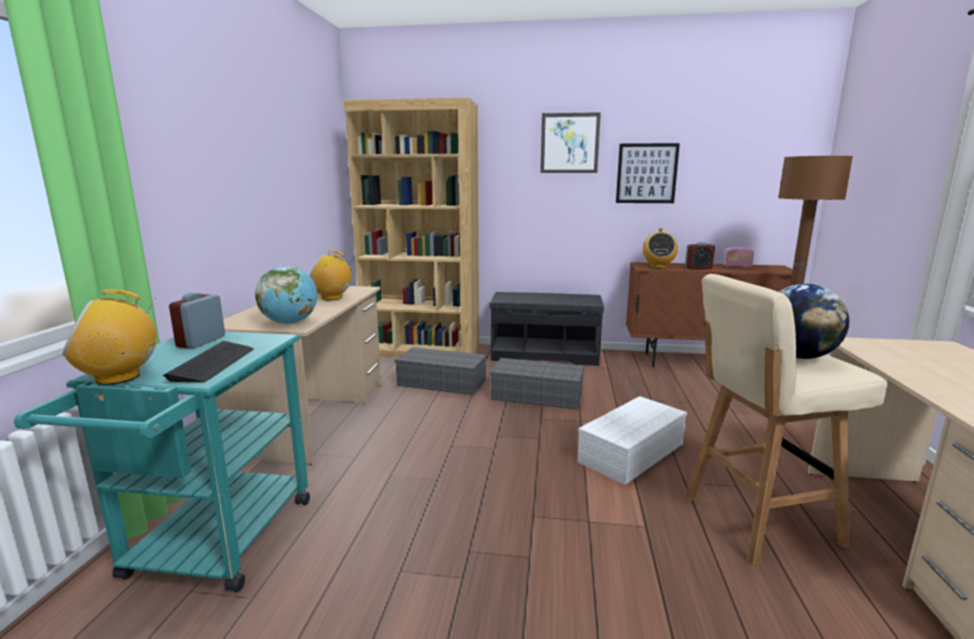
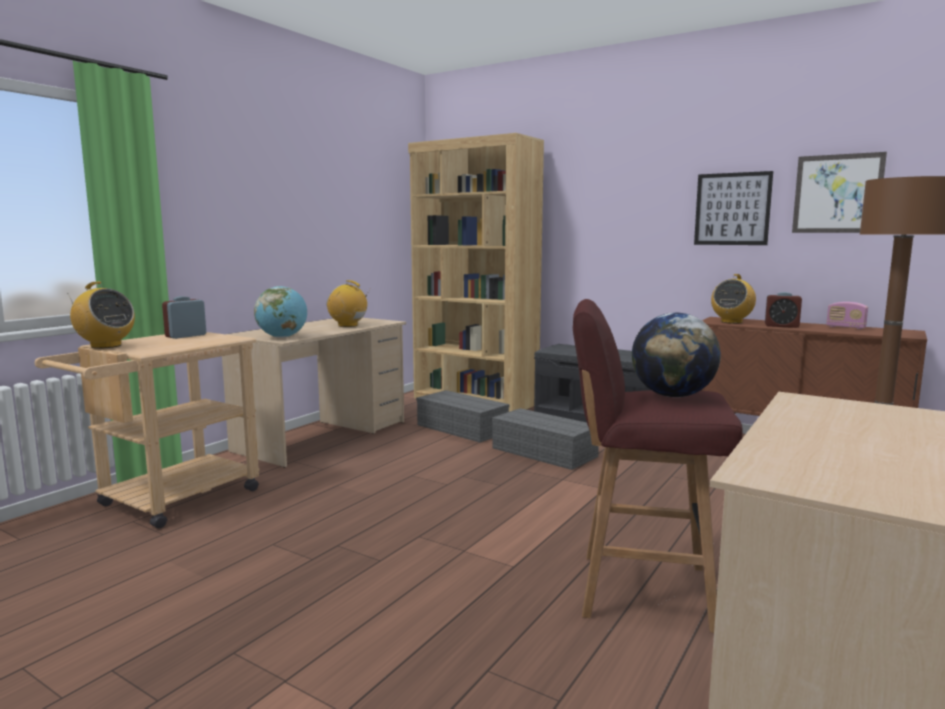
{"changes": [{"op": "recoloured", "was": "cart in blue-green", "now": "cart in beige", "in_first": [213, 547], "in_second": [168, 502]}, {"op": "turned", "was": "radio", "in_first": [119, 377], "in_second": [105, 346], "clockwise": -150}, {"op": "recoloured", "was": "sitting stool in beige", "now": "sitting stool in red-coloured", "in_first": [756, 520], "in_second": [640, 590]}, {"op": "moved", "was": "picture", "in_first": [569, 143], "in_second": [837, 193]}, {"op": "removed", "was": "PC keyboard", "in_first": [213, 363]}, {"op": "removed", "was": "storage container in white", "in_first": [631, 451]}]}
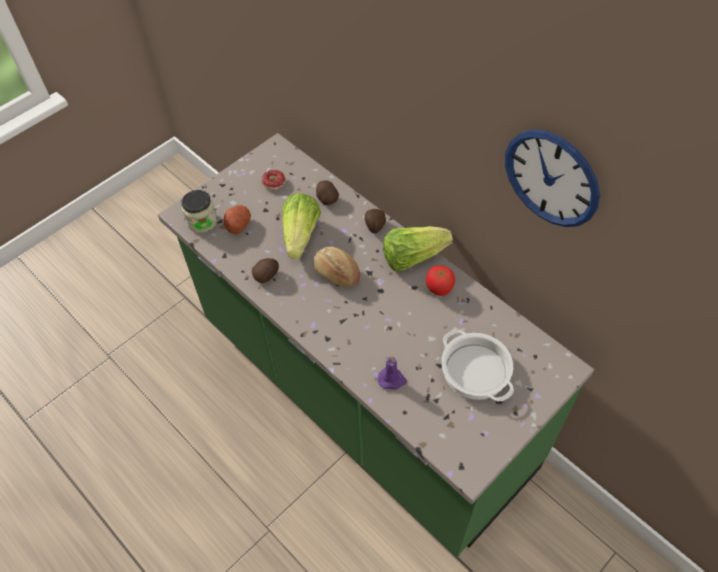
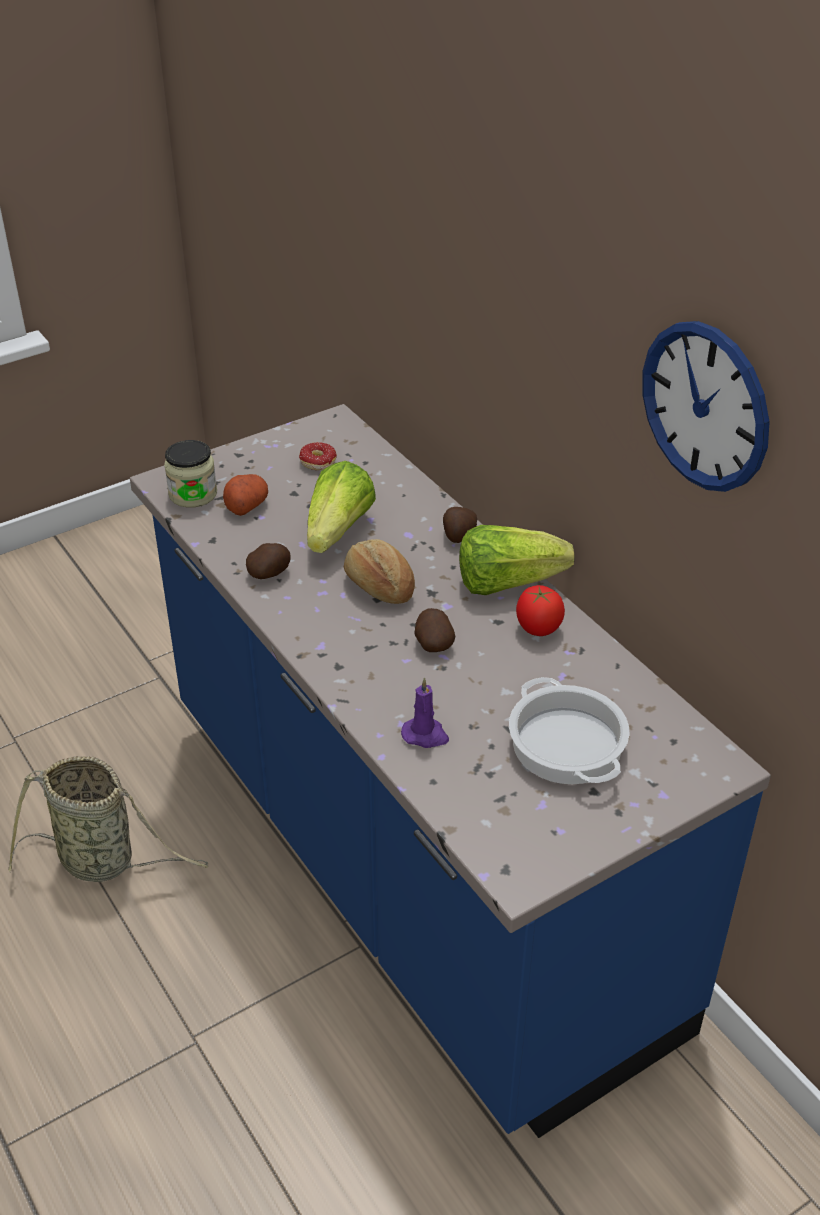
{"changes": [{"op": "added", "now": "storage basket", "in_second": [103, 861]}, {"op": "recoloured", "was": "kitchen counter in green-coloured", "now": "kitchen counter in blue-coloured", "in_first": [362, 396], "in_second": [410, 867]}, {"op": "moved", "was": "spud", "in_first": [326, 198], "in_second": [433, 643]}]}
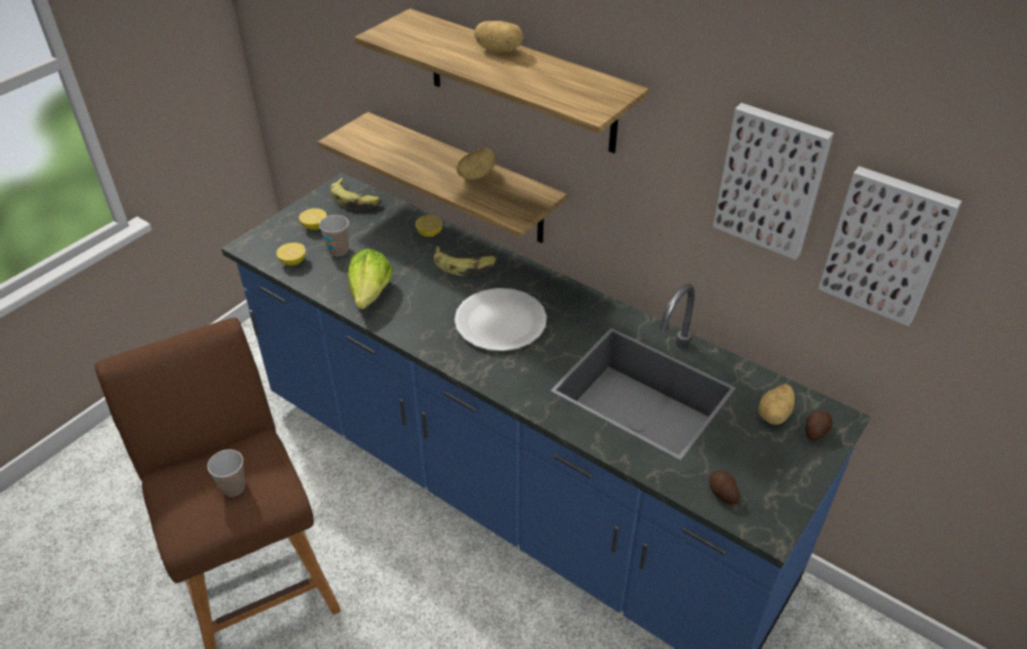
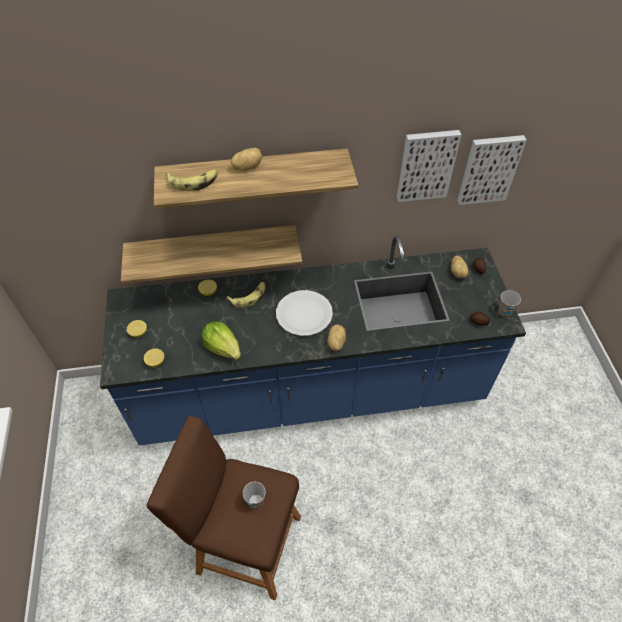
{"changes": [{"op": "moved", "was": "banana", "in_first": [355, 200], "in_second": [194, 182]}, {"op": "moved", "was": "spud", "in_first": [475, 175], "in_second": [335, 343]}, {"op": "moved", "was": "drinking cup", "in_first": [338, 250], "in_second": [504, 311]}]}
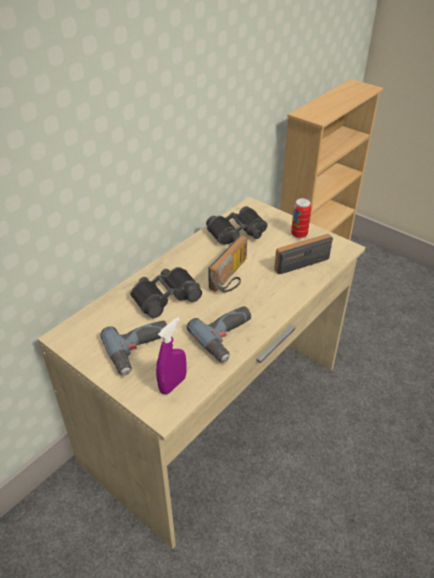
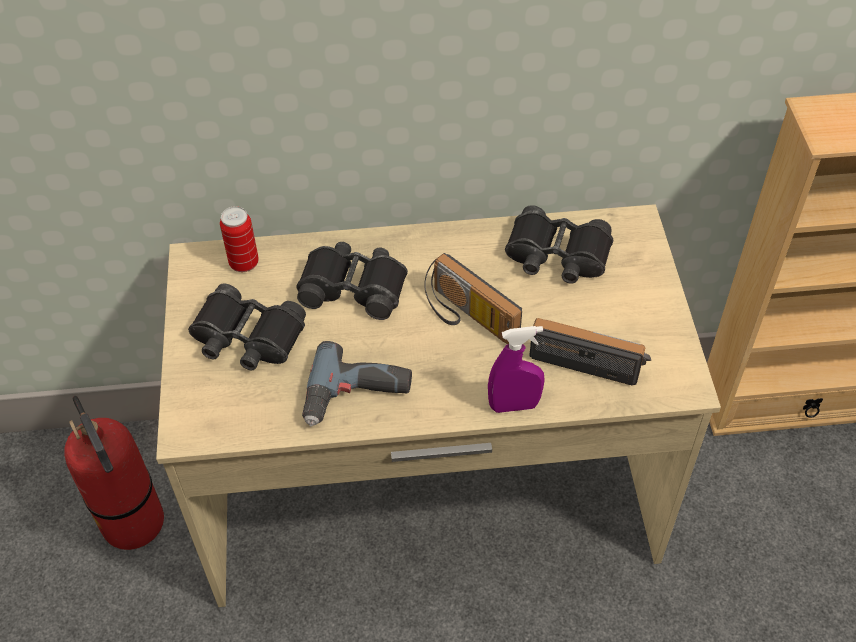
{"changes": [{"op": "added", "now": "extinguisher", "in_second": [134, 522]}, {"op": "replaced", "was": "electric drill", "now": "field glasses in black", "in_first": [140, 350], "in_second": [247, 338]}, {"op": "moved", "was": "can", "in_first": [299, 234], "in_second": [244, 263]}, {"op": "turned", "was": "radio", "in_first": [232, 277], "in_second": [466, 318], "clockwise": 60}, {"op": "moved", "was": "spray bottle in purple", "in_first": [173, 384], "in_second": [514, 405]}]}
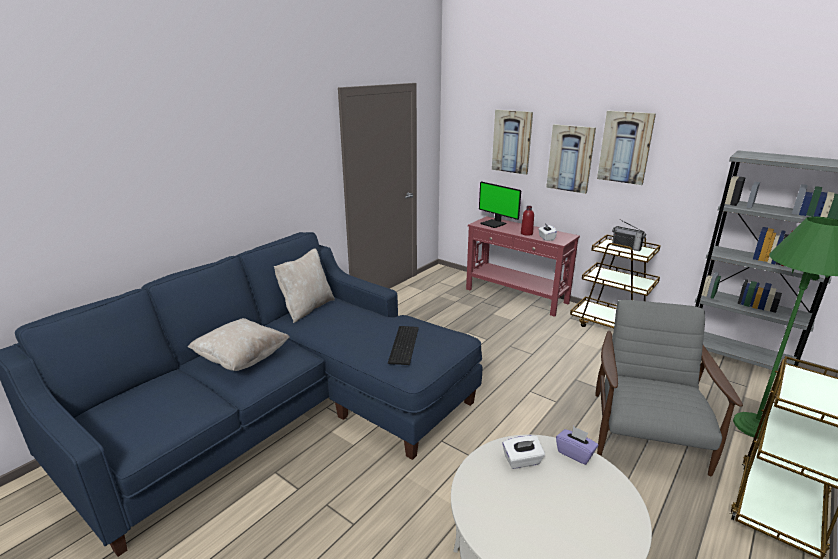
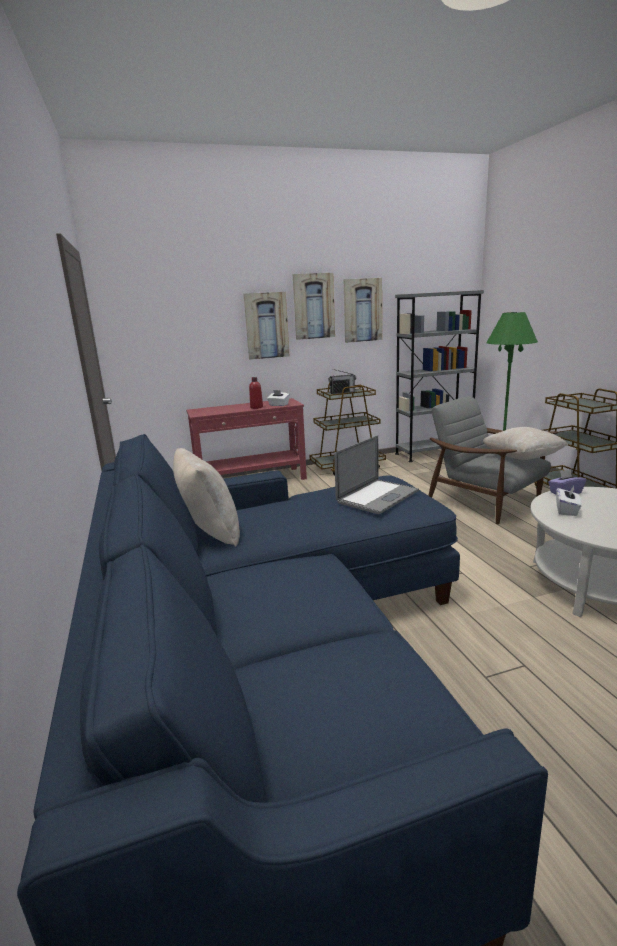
{"changes": [{"op": "replaced", "was": "PC keyboard", "now": "portable computer", "in_first": [405, 344], "in_second": [377, 496]}, {"op": "moved", "was": "picture", "in_first": [512, 141], "in_second": [362, 310]}, {"op": "moved", "was": "pillow in beige", "in_first": [242, 359], "in_second": [522, 458]}, {"op": "removed", "was": "computer display", "in_first": [494, 224]}]}
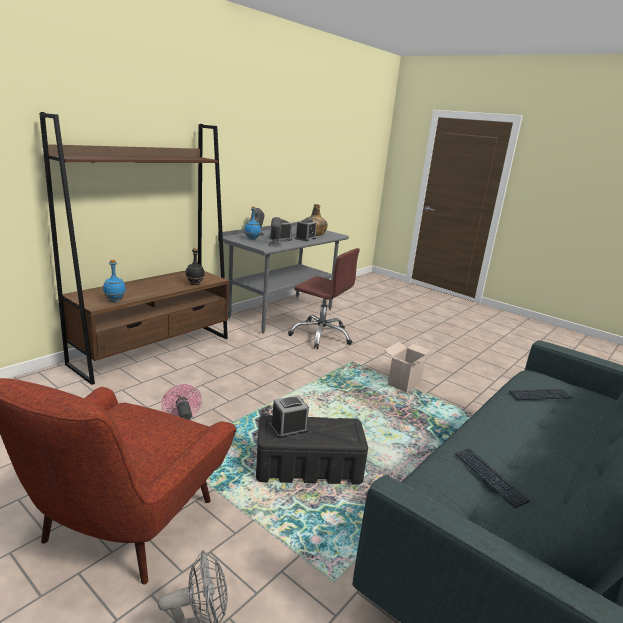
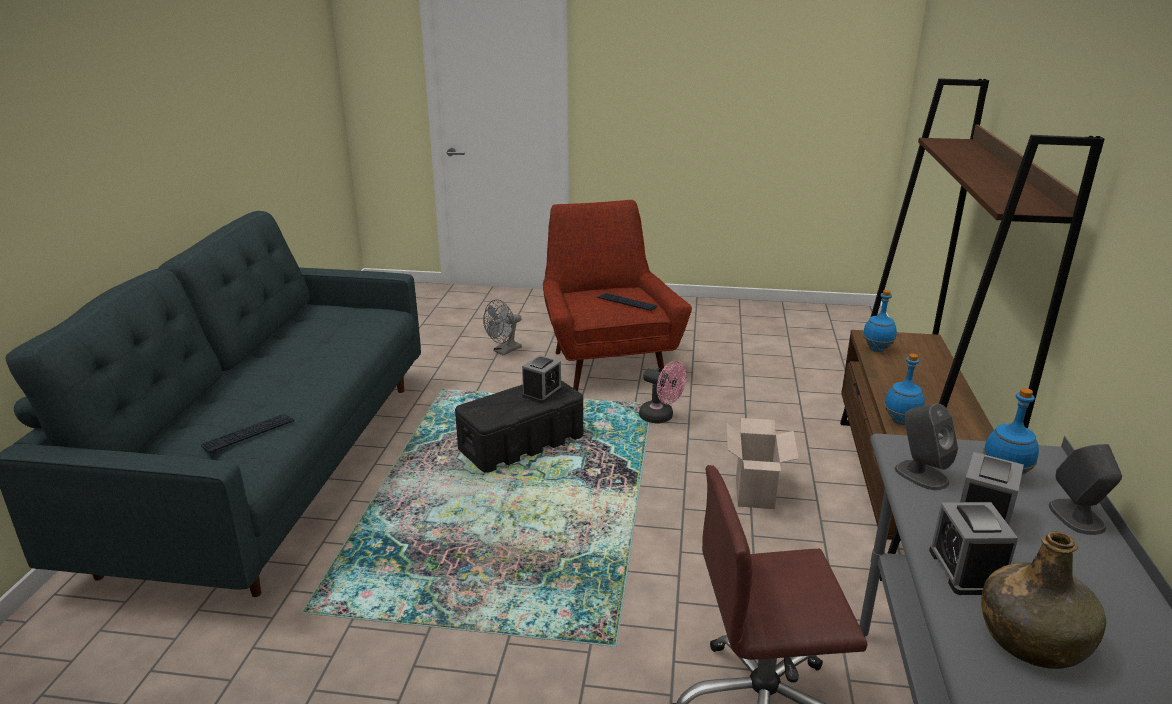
{"changes": [{"op": "moved", "was": "PC keyboard", "in_first": [489, 477], "in_second": [627, 303]}, {"op": "moved", "was": "cardboard box", "in_first": [403, 383], "in_second": [756, 494]}, {"op": "recoloured", "was": "bottle in black", "now": "bottle in blue-coloured", "in_first": [195, 284], "in_second": [900, 421]}]}
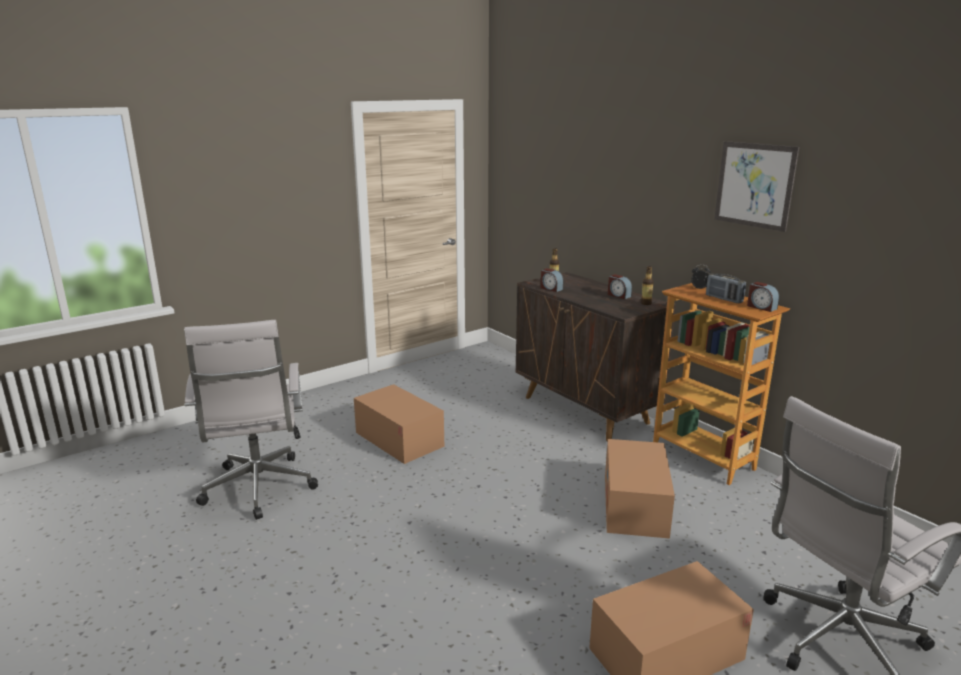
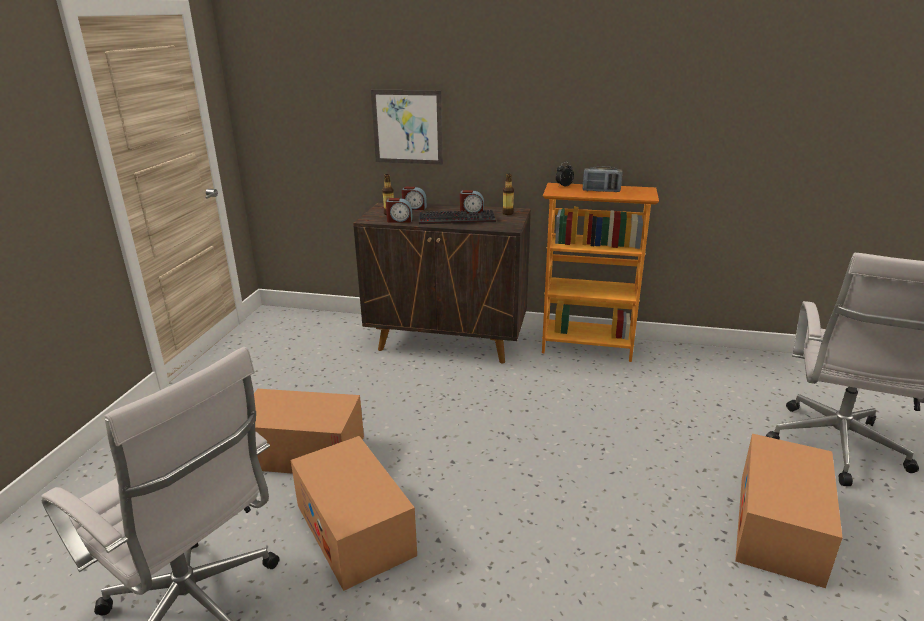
{"changes": [{"op": "moved", "was": "cardboard box", "in_first": [635, 505], "in_second": [354, 529]}, {"op": "moved", "was": "picture", "in_first": [754, 185], "in_second": [407, 127]}, {"op": "moved", "was": "alarm clock", "in_first": [761, 307], "in_second": [414, 208]}, {"op": "added", "now": "PC keyboard", "in_second": [458, 219]}]}
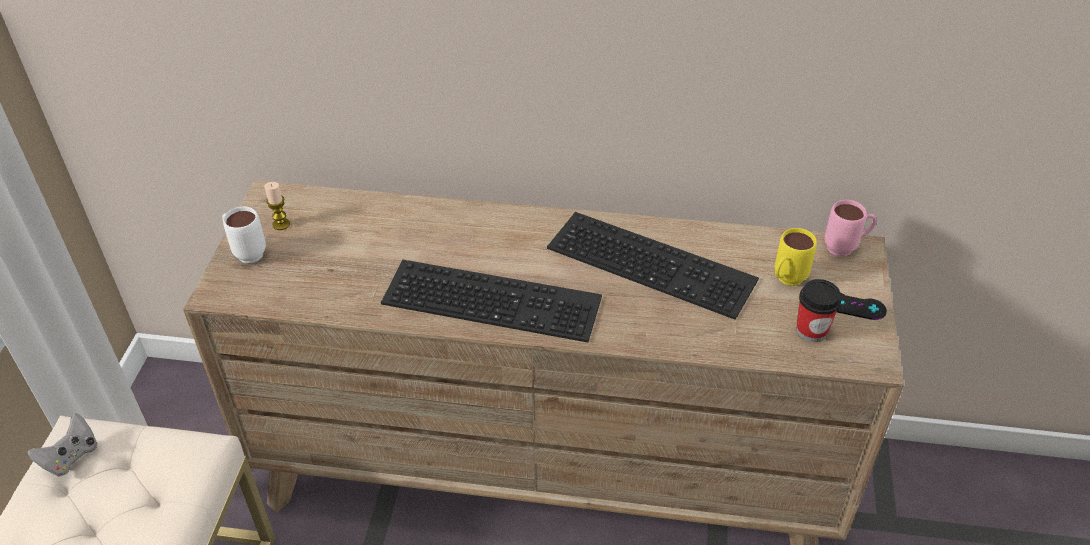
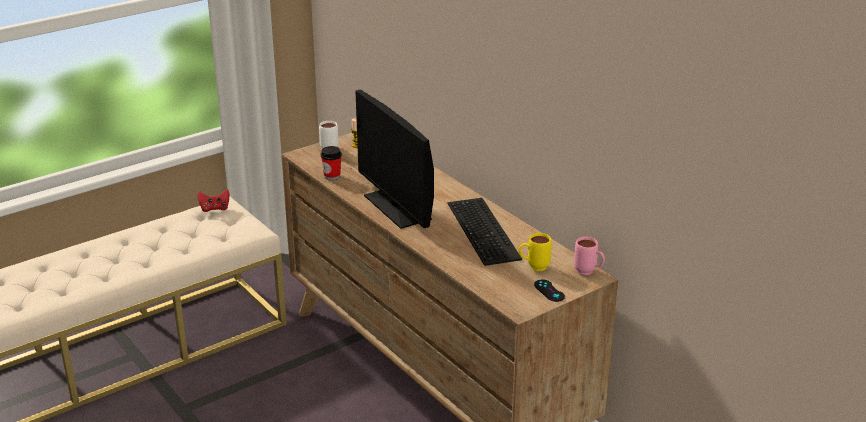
{"changes": [{"op": "recoloured", "was": "joypad in greyish", "now": "joypad in red-coloured", "in_first": [71, 457], "in_second": [214, 208]}, {"op": "moved", "was": "drinking cup", "in_first": [811, 330], "in_second": [332, 176]}, {"op": "replaced", "was": "PC keyboard", "now": "computer display", "in_first": [495, 298], "in_second": [397, 207]}]}
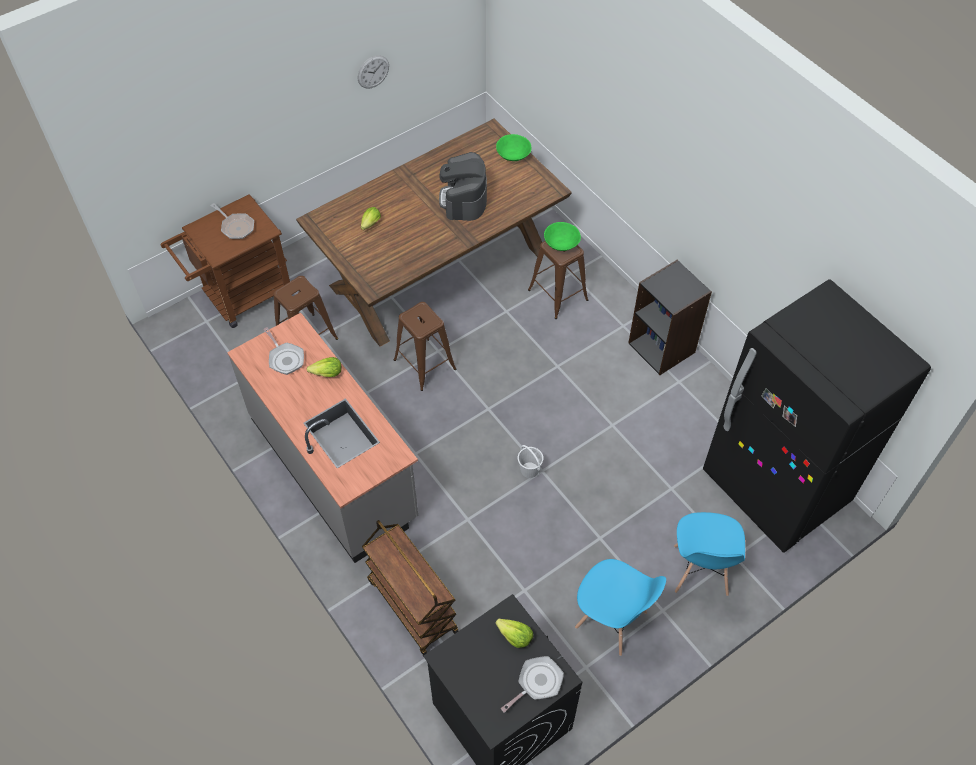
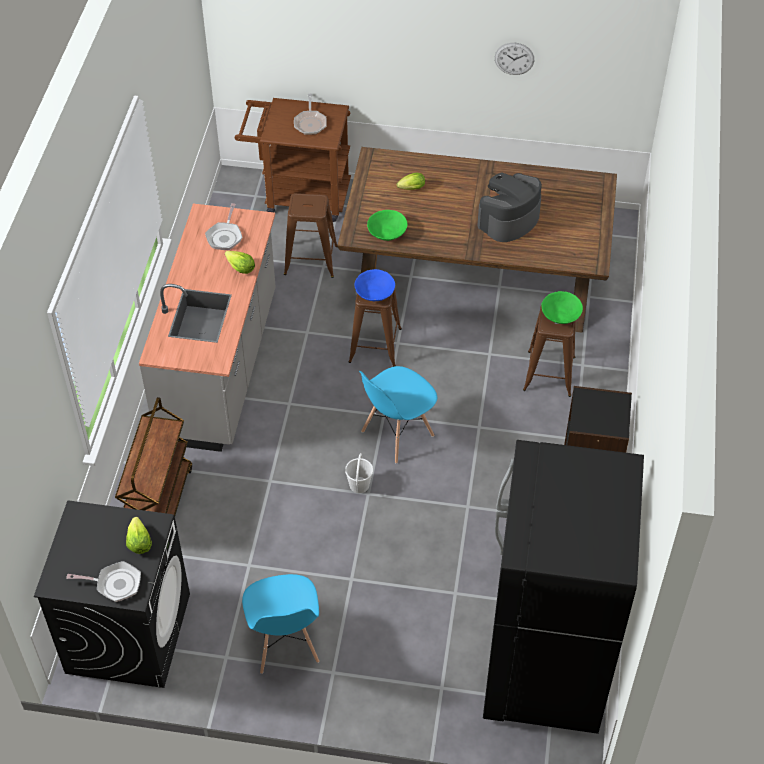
{"changes": [{"op": "added", "now": "serving bowl in blue-coloured", "in_second": [375, 293]}, {"op": "moved", "was": "chair in blue-coloured", "in_first": [700, 571], "in_second": [397, 434]}, {"op": "moved", "was": "serving bowl in green-coloured", "in_first": [513, 155], "in_second": [387, 233]}]}
